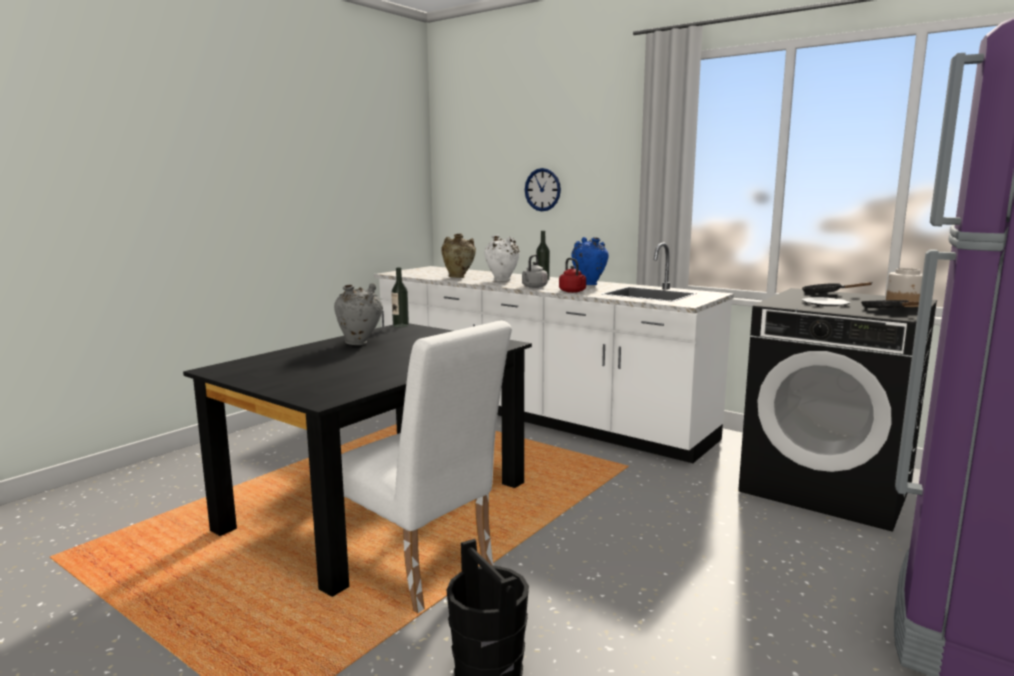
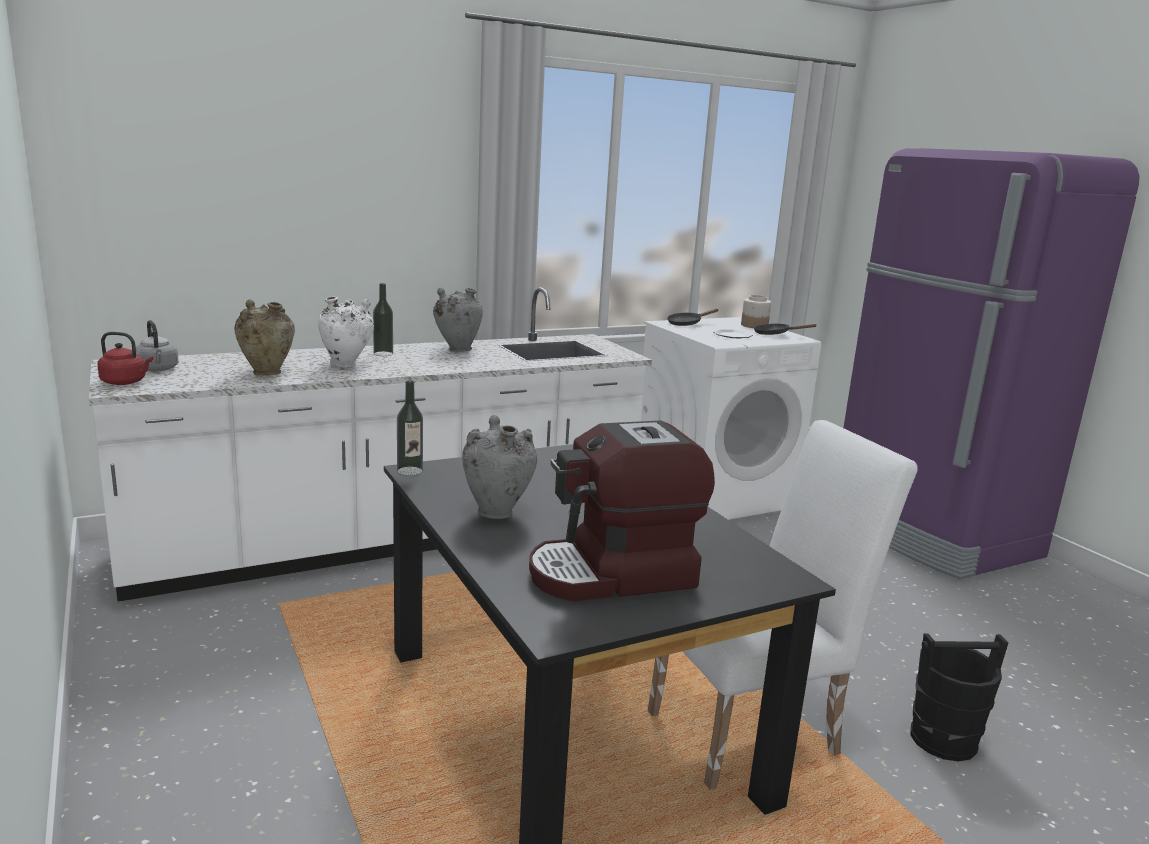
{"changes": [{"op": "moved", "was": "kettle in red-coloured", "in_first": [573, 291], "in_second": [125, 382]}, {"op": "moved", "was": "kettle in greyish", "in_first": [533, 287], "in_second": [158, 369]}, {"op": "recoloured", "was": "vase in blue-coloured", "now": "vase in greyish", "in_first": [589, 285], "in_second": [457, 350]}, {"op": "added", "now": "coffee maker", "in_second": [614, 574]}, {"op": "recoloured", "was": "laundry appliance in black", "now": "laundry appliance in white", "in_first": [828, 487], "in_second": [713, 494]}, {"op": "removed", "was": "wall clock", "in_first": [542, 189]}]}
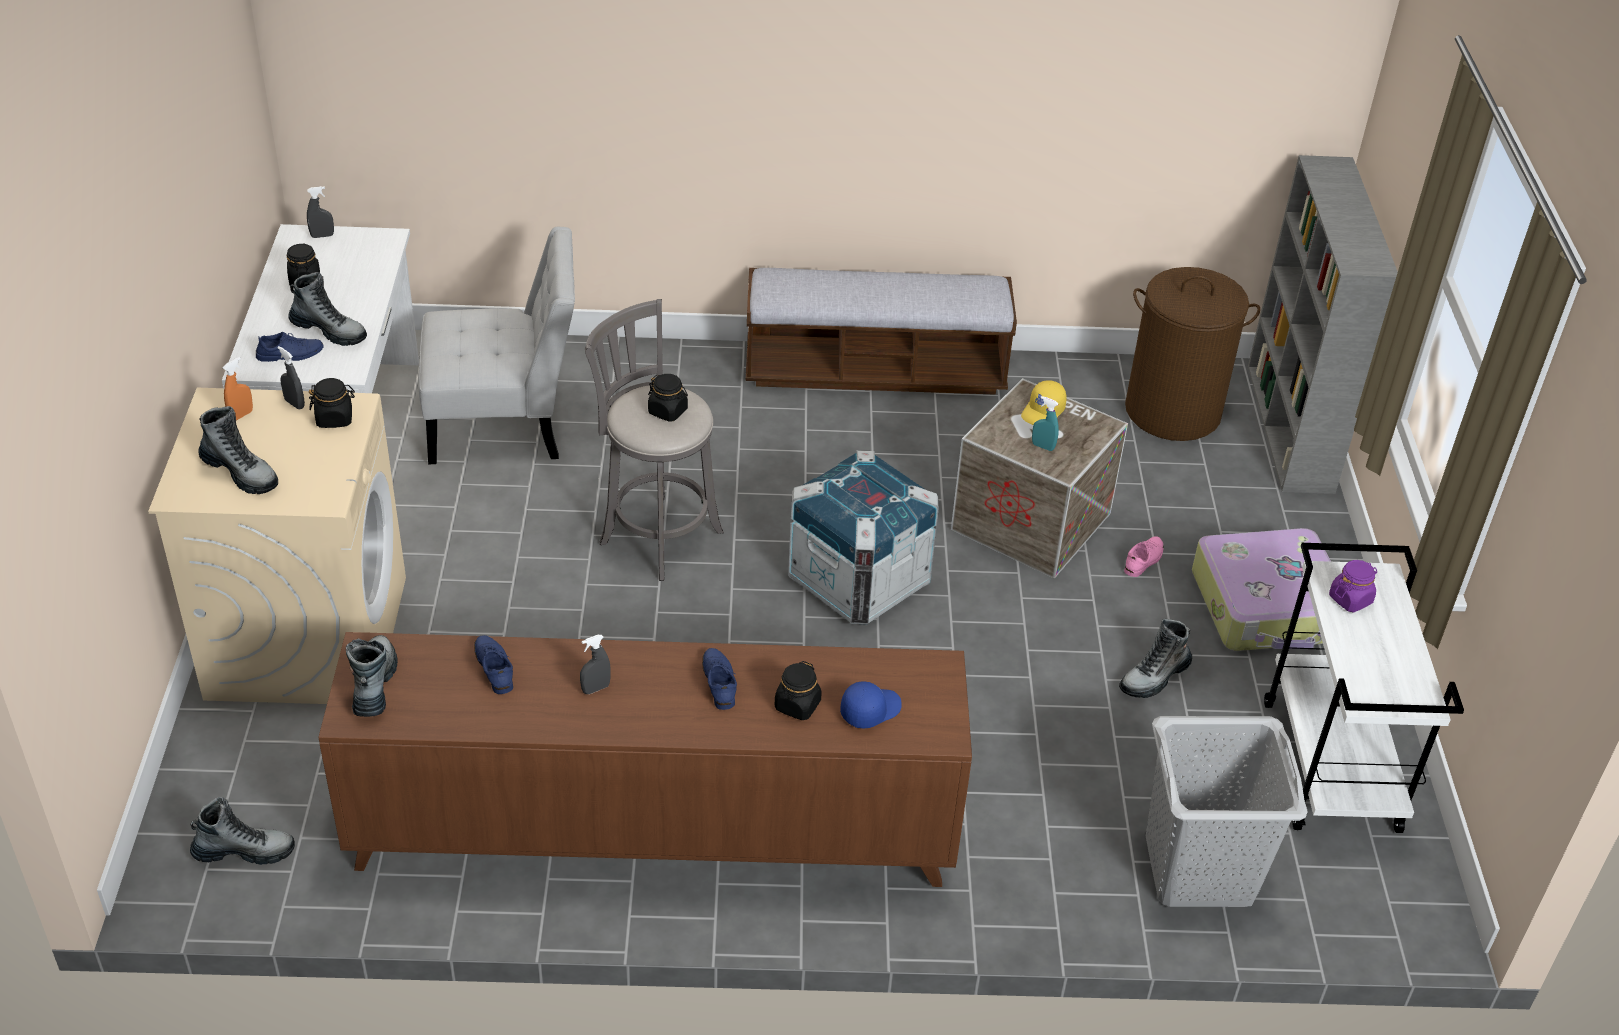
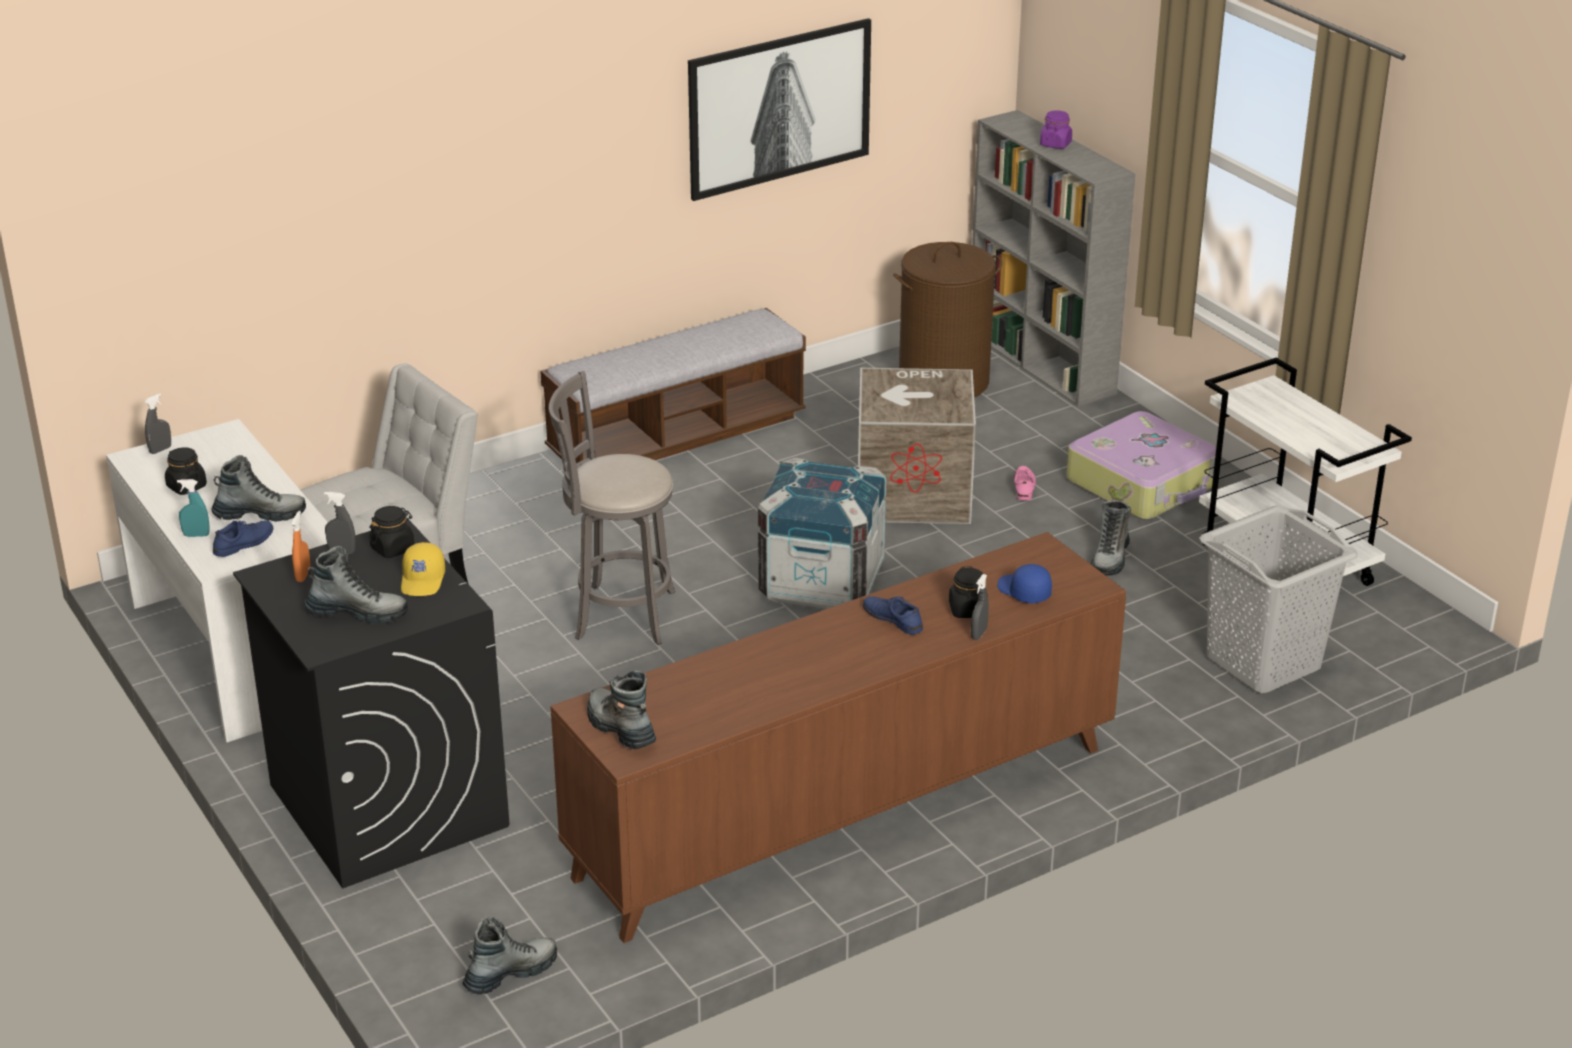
{"changes": [{"op": "moved", "was": "spray bottle in blue-green", "in_first": [1043, 446], "in_second": [196, 535]}, {"op": "recoloured", "was": "laundry appliance in beige", "now": "laundry appliance in black", "in_first": [307, 636], "in_second": [386, 805]}, {"op": "moved", "was": "peaked cap in yellowish", "in_first": [1043, 412], "in_second": [423, 580]}, {"op": "added", "now": "picture", "in_second": [778, 107]}, {"op": "moved", "was": "spray bottle in greyish", "in_first": [596, 688], "in_second": [978, 634]}, {"op": "turned", "was": "peaked cap in blue-coloured", "in_first": [870, 710], "in_second": [1023, 592], "clockwise": -60}, {"op": "moved", "was": "storage jar in purple", "in_first": [1350, 599], "in_second": [1055, 144]}, {"op": "removed", "was": "low shoe in blue-coloured", "in_first": [494, 667]}, {"op": "removed", "was": "storage jar in black", "in_first": [668, 411]}]}
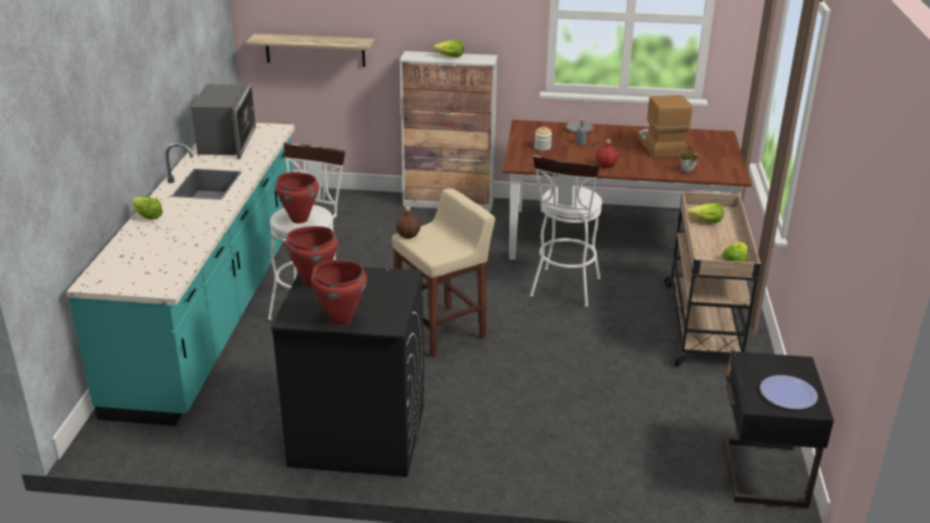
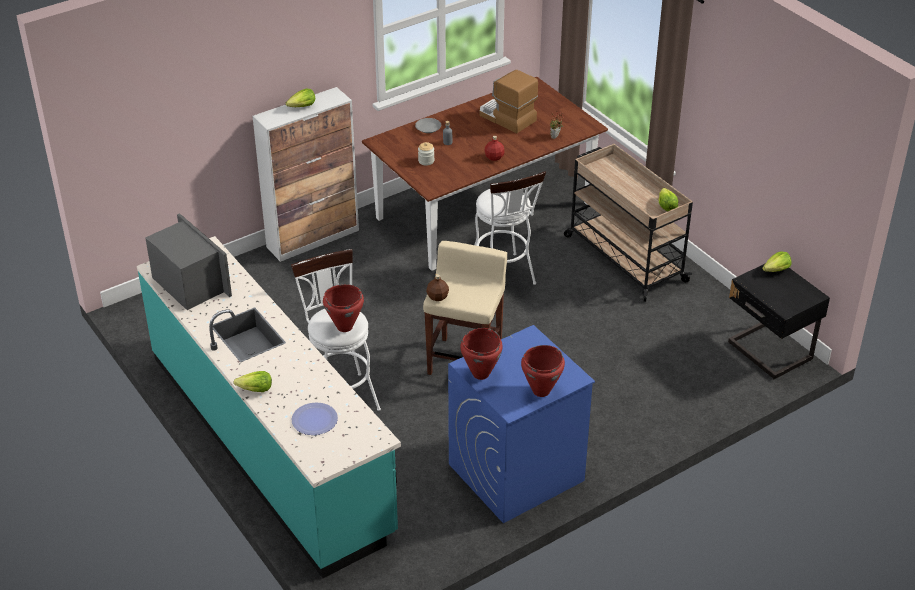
{"changes": [{"op": "moved", "was": "flat dish", "in_first": [788, 394], "in_second": [314, 420]}, {"op": "recoloured", "was": "laundry appliance in black", "now": "laundry appliance in blue-coloured", "in_first": [357, 434], "in_second": [515, 473]}, {"op": "moved", "was": "lettuce head", "in_first": [705, 221], "in_second": [776, 270]}, {"op": "removed", "was": "bracket shelf", "in_first": [315, 50]}]}
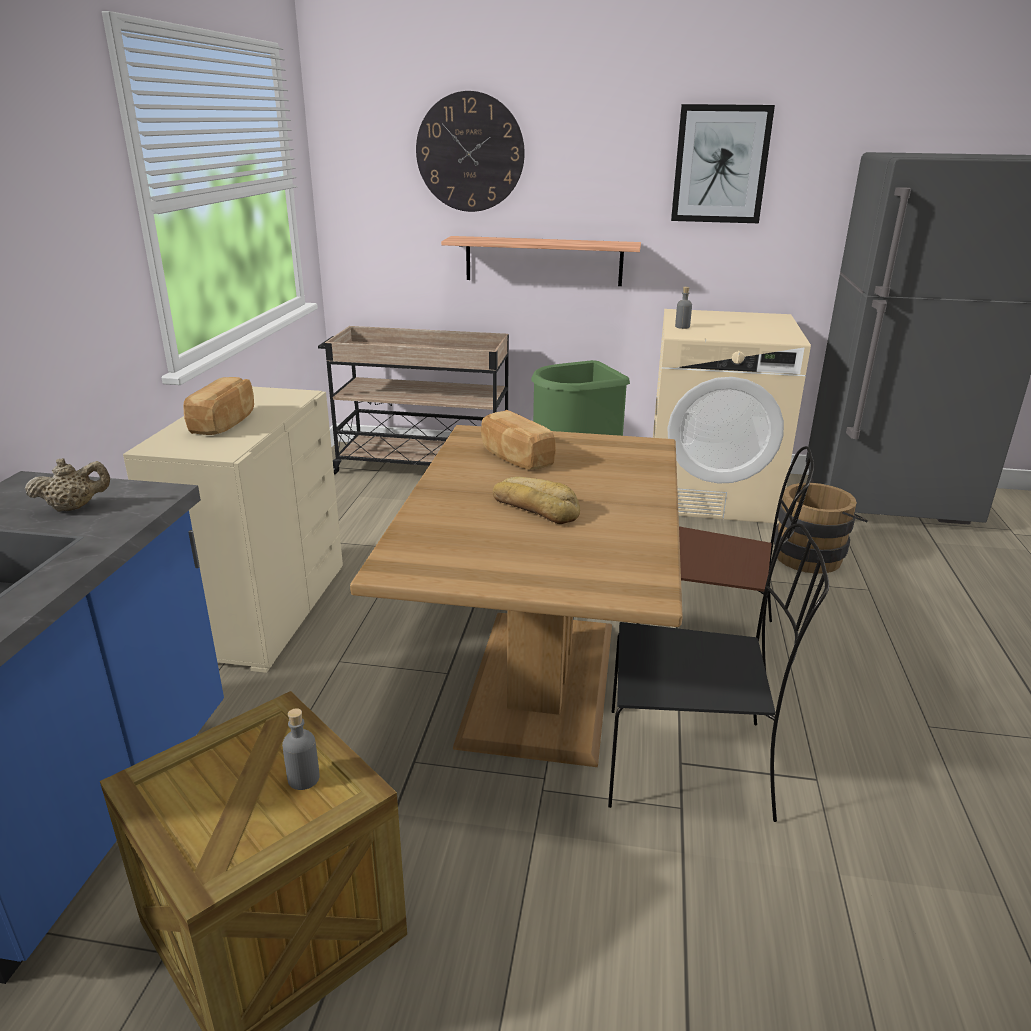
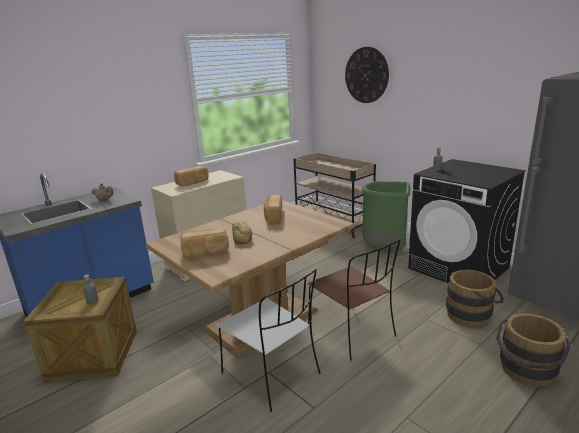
{"changes": [{"op": "added", "now": "baked bread", "in_second": [205, 252]}, {"op": "recoloured", "was": "chair in black", "now": "chair in white", "in_first": [692, 763], "in_second": [272, 375]}, {"op": "recoloured", "was": "laundry appliance in beige", "now": "laundry appliance in black", "in_first": [711, 493], "in_second": [458, 268]}, {"op": "added", "now": "bucket in brown", "in_second": [526, 372]}, {"op": "removed", "was": "bracket shelf", "in_first": [543, 261]}, {"op": "removed", "was": "picture", "in_first": [720, 164]}]}
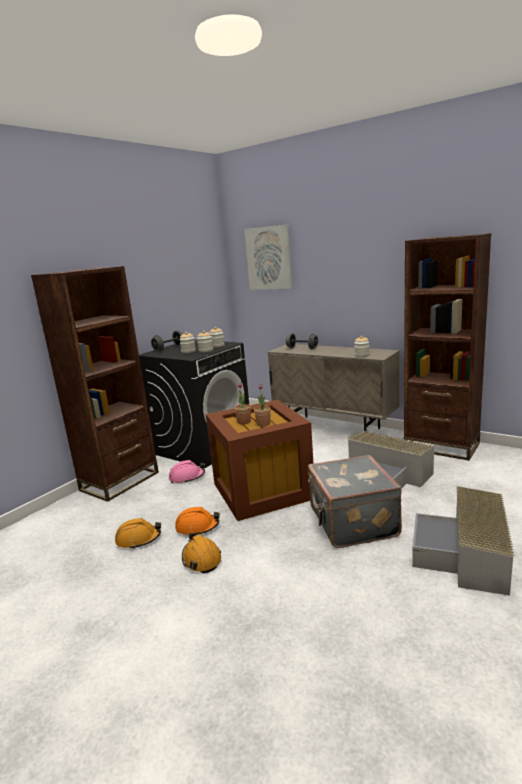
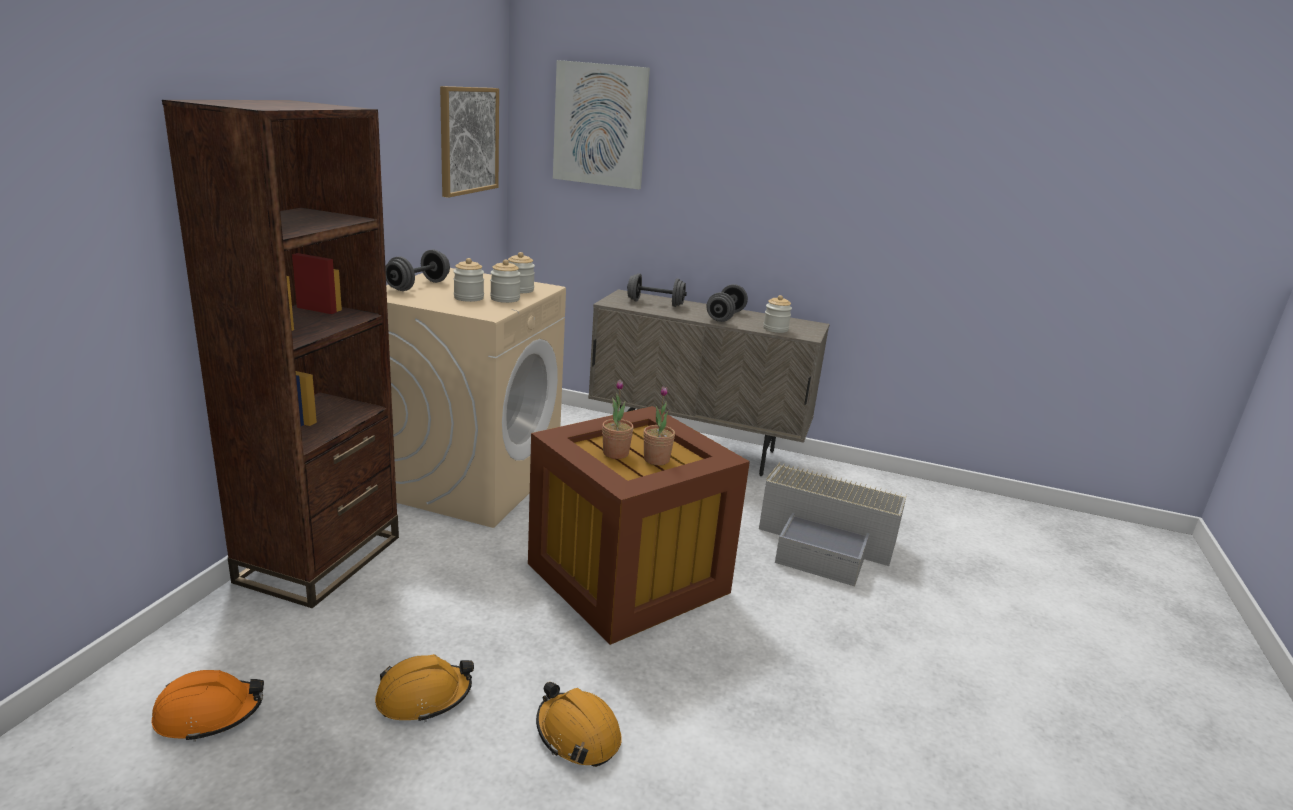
{"changes": [{"op": "moved", "was": "safety helmet in orangey", "in_first": [197, 527], "in_second": [209, 714]}, {"op": "recoloured", "was": "laundry appliance in black", "now": "laundry appliance in beige", "in_first": [204, 446], "in_second": [469, 479]}, {"op": "added", "now": "picture", "in_second": [468, 140]}, {"op": "added", "now": "hand weight in greyish", "in_second": [725, 316]}, {"op": "removed", "was": "safety helmet in pink-coloured", "in_first": [187, 477]}, {"op": "removed", "was": "travel case in greyish", "in_first": [351, 523]}, {"op": "removed", "was": "bookshelf in brown", "in_first": [441, 446]}, {"op": "removed", "was": "storage container in greyish", "in_first": [465, 555]}]}
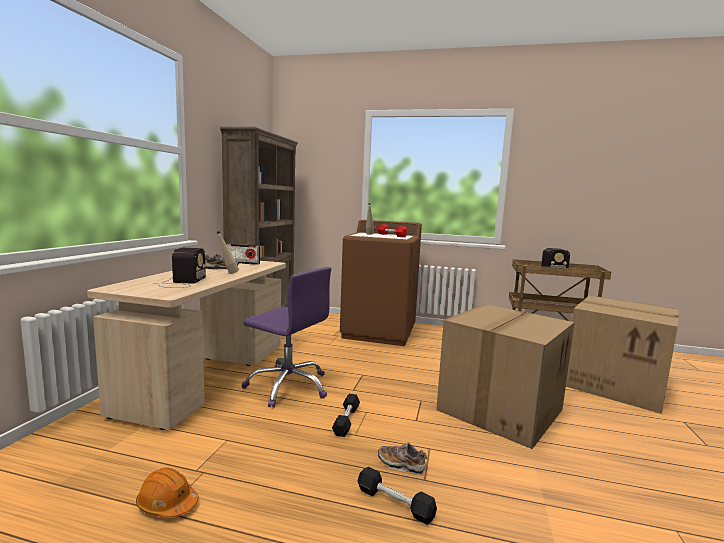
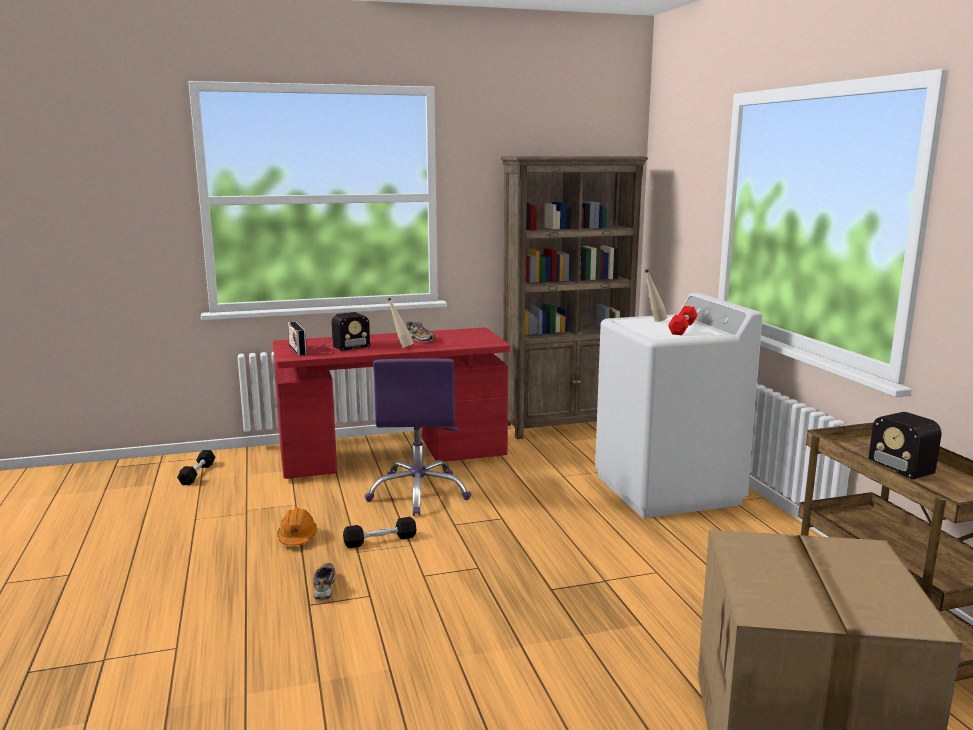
{"changes": [{"op": "moved", "was": "hand weight in black", "in_first": [395, 503], "in_second": [197, 474]}, {"op": "recoloured", "was": "desk unit in beige", "now": "desk unit in red-coloured", "in_first": [209, 376], "in_second": [393, 457]}, {"op": "moved", "was": "safety helmet in orangey", "in_first": [167, 504], "in_second": [297, 537]}, {"op": "moved", "was": "radio", "in_first": [243, 263], "in_second": [297, 350]}, {"op": "recoloured", "was": "laundry appliance in brown", "now": "laundry appliance in white", "in_first": [379, 332], "in_second": [667, 489]}, {"op": "removed", "was": "cardboard box", "in_first": [499, 408]}]}
